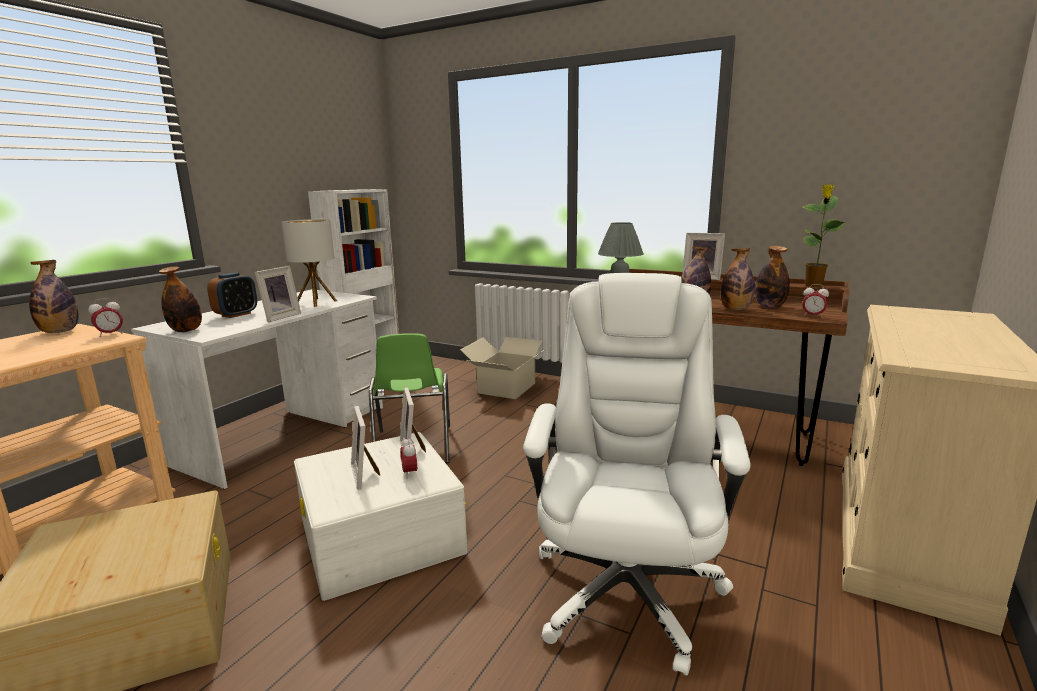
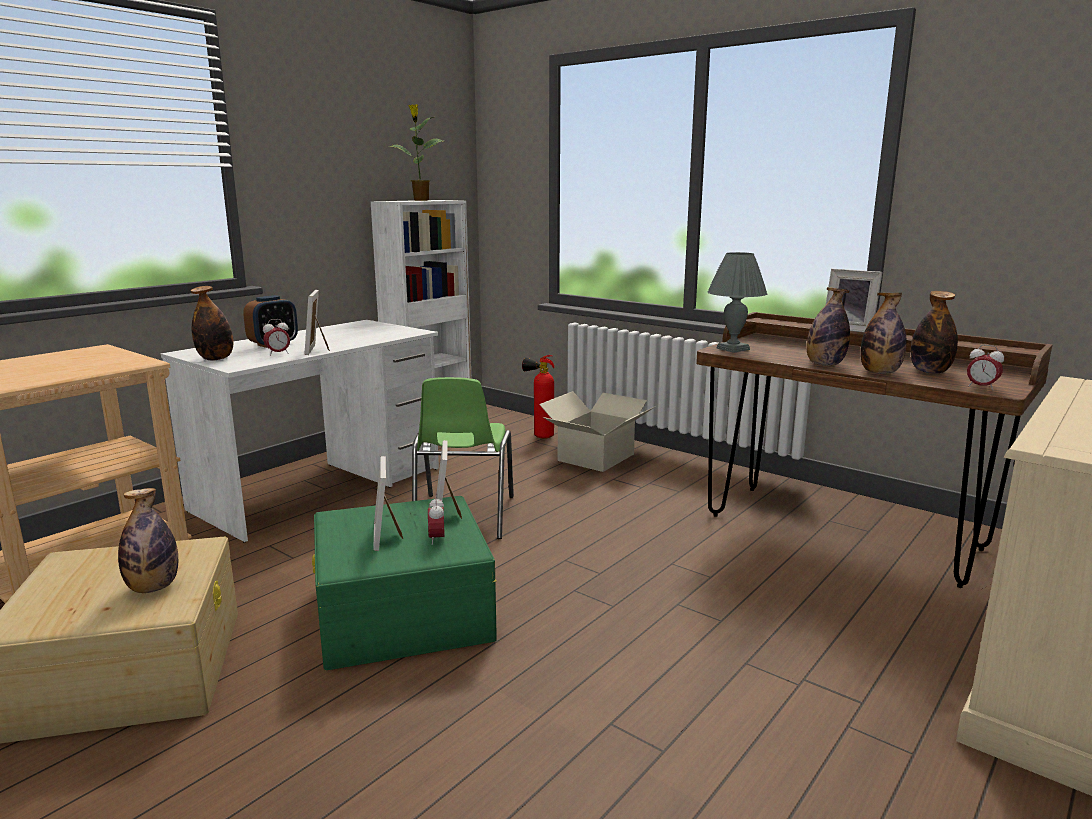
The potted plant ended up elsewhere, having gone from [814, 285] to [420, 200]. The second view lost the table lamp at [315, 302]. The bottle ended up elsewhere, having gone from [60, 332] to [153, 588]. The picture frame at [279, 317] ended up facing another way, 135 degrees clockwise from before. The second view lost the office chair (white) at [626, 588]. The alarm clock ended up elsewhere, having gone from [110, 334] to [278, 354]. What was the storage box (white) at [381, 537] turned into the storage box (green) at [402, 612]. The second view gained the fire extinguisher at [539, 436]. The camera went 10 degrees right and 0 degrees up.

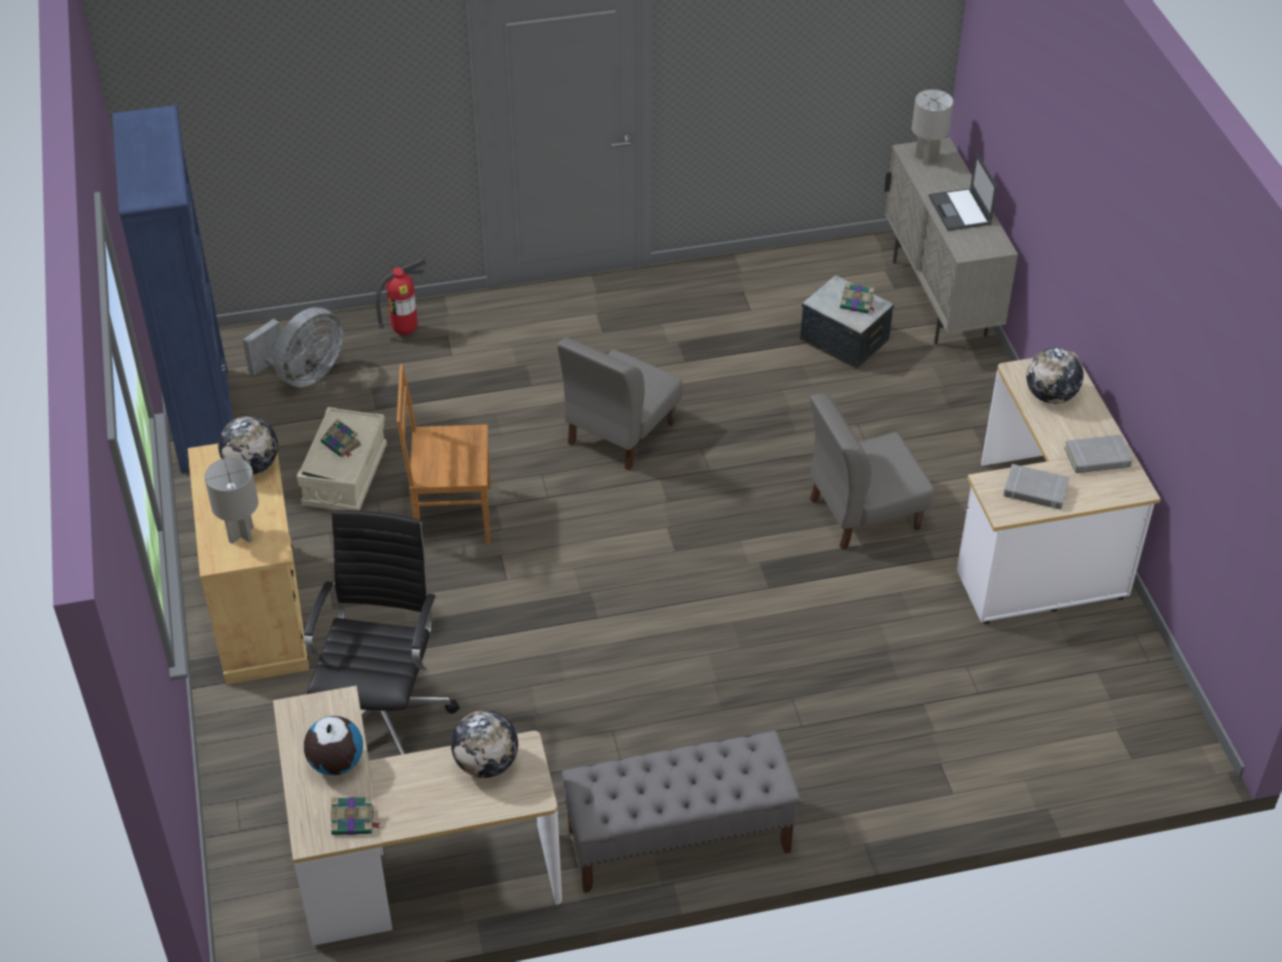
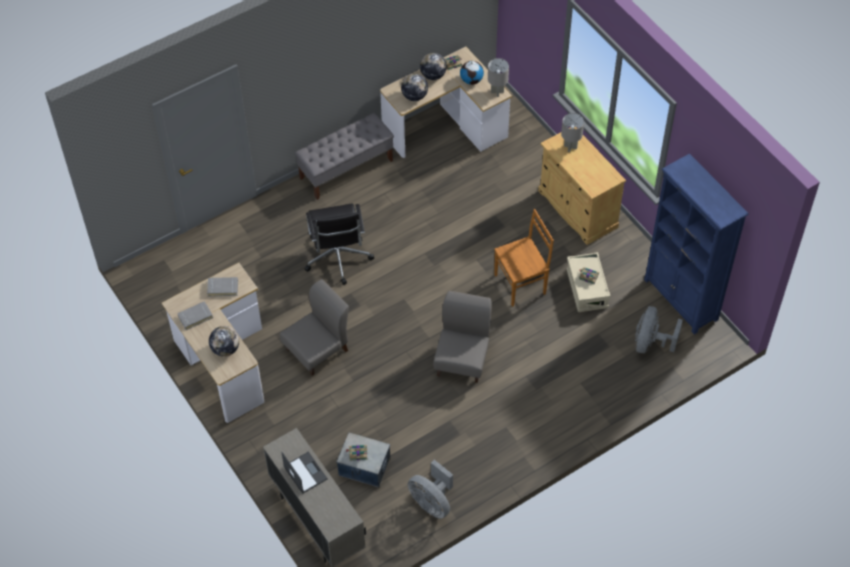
The table lamp (grey) ended up elsewhere, having gone from [927, 158] to [497, 92]. The second view lost the fire extinguisher at [405, 331]. The globe ended up elsewhere, having gone from [252, 466] to [433, 75]. The office chair (black) ended up elsewhere, having gone from [383, 715] to [338, 258]. The second view gained the fan (grey) at [432, 502]. The camera went 160 degrees right and 10 degrees up.

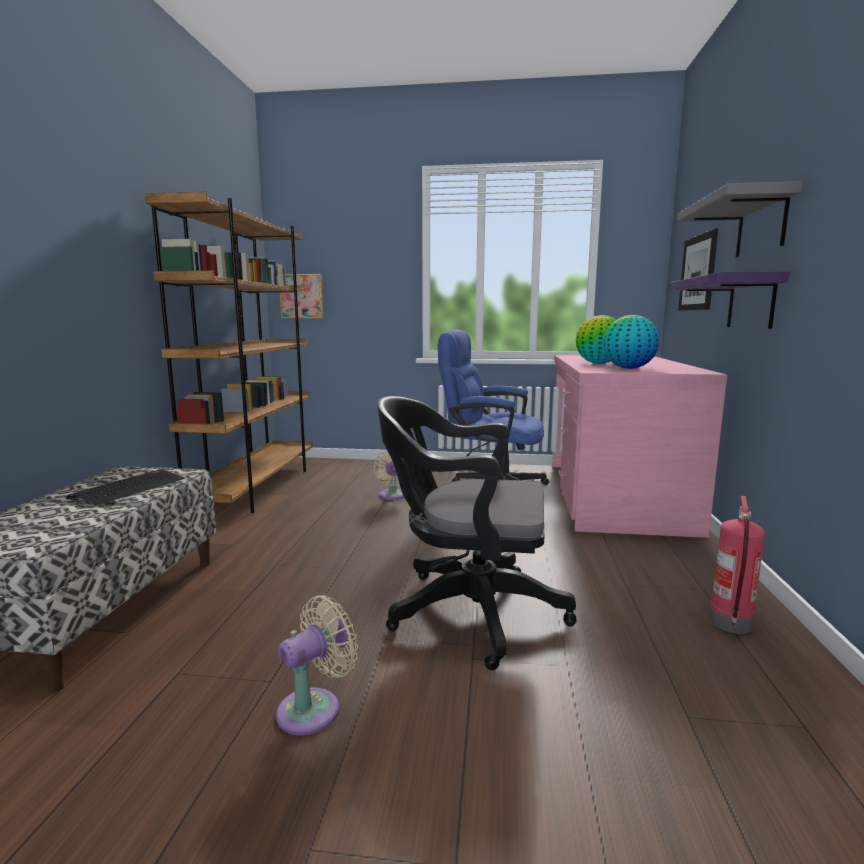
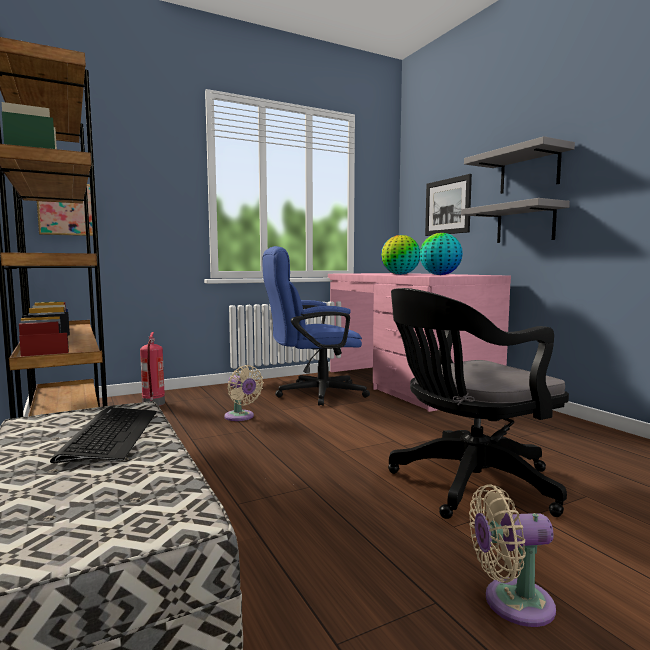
What was the shelf (purple) at [751, 302] turned into the shelf (grey) at [525, 224]. The fire extinguisher ended up elsewhere, having gone from [731, 624] to [154, 404]. The fan (beige) at [314, 708] ended up facing another way, 105 degrees counterclockwise from before. The camera went 35 degrees left and 5 degrees down.

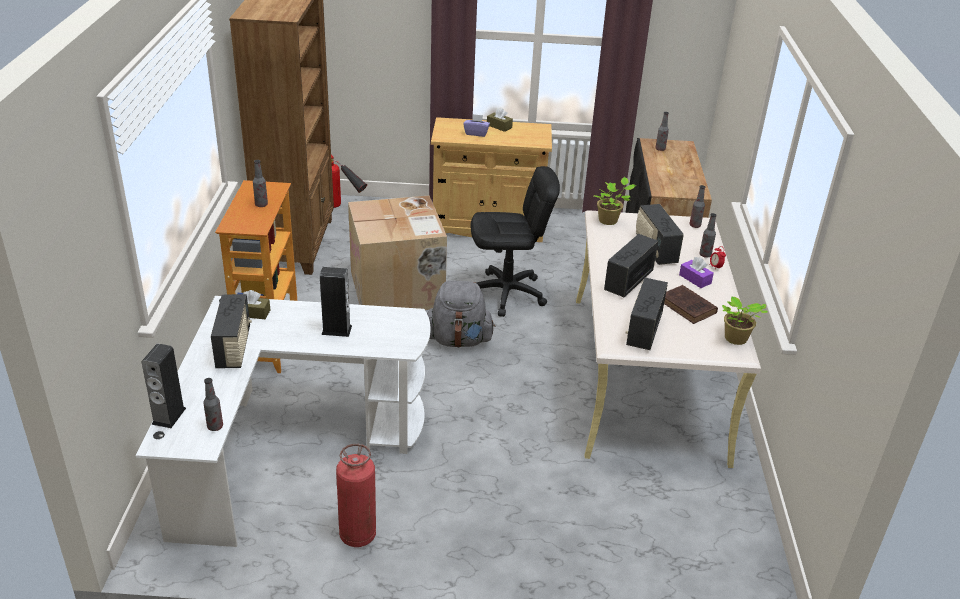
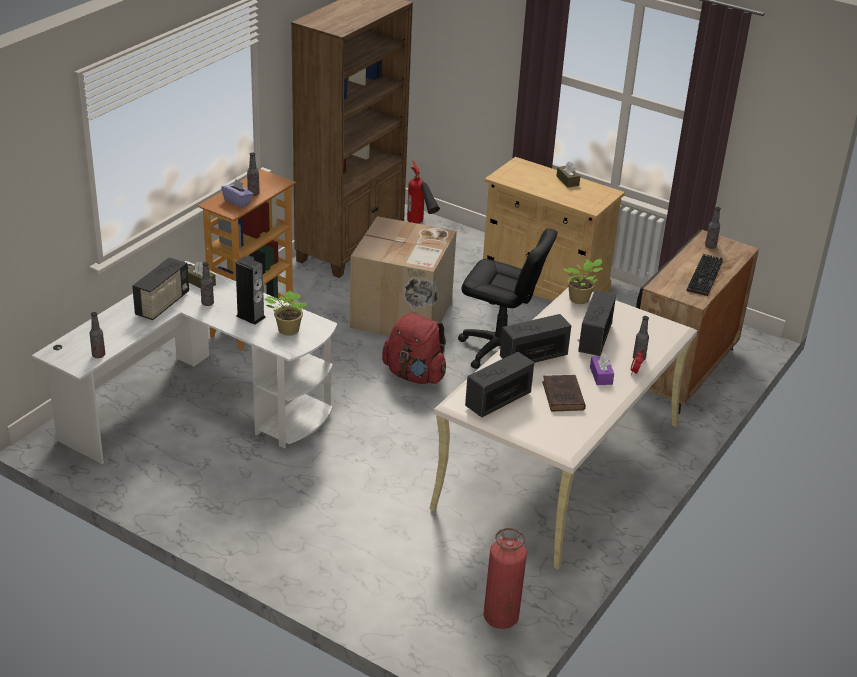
The tissue box (purple) ended up elsewhere, having gone from [476, 133] to [238, 201]. The bottle ended up elsewhere, having gone from [695, 225] to [207, 303]. What was the backpack (grey) at [458, 340] turned into the backpack (red) at [414, 375]. The potted plant ended up elsewhere, having gone from [735, 339] to [287, 331]. The second view lost the speaker at [169, 416]. The fire extinguisher ended up elsewhere, having gone from [357, 535] to [500, 617]. The second view gained the keyboard at [705, 277]. The camera went 30 degrees right and 0 degrees up.

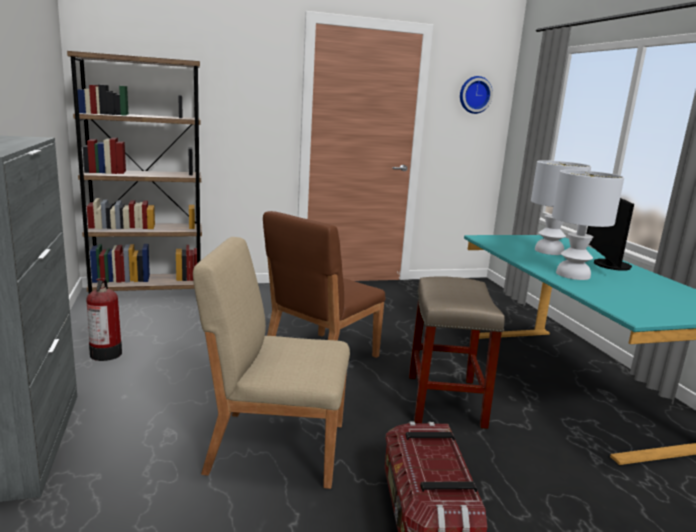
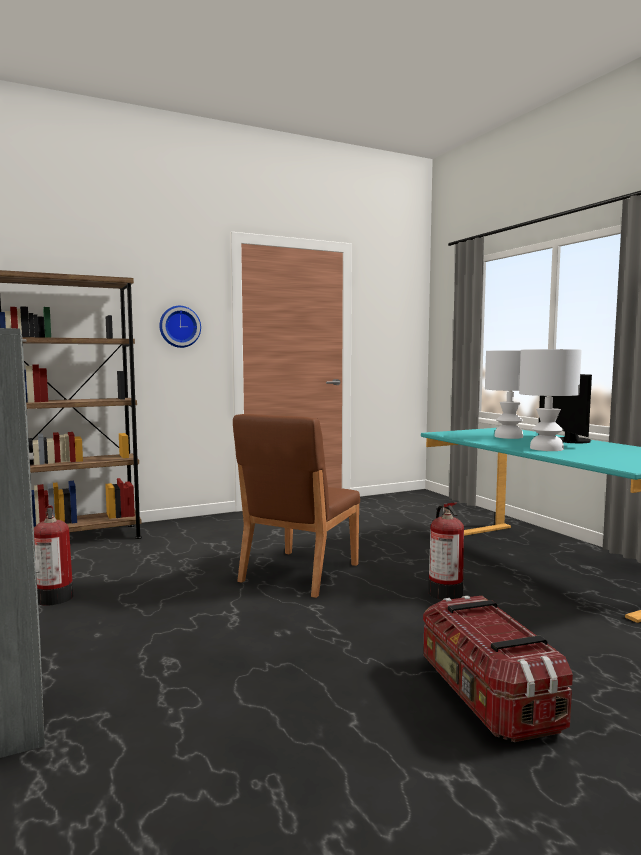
The wall clock ended up elsewhere, having gone from [474, 95] to [179, 326]. The second view lost the chair (beige) at [275, 446]. Where the stool (beige) stood at [444, 399], the fire extinguisher came to stand at [444, 592]. The camera went 10 degrees left and 10 degrees down.

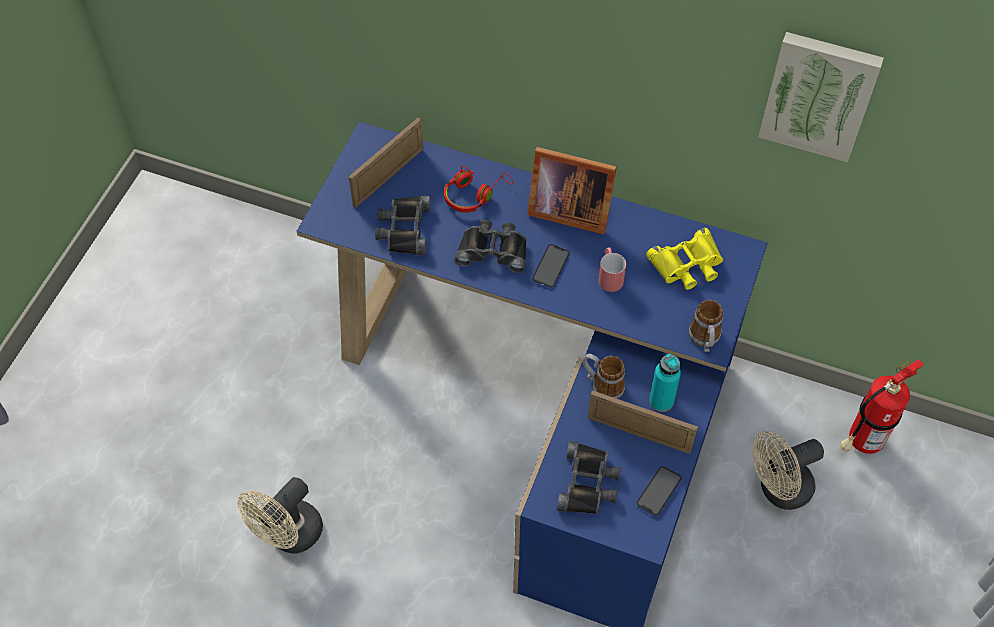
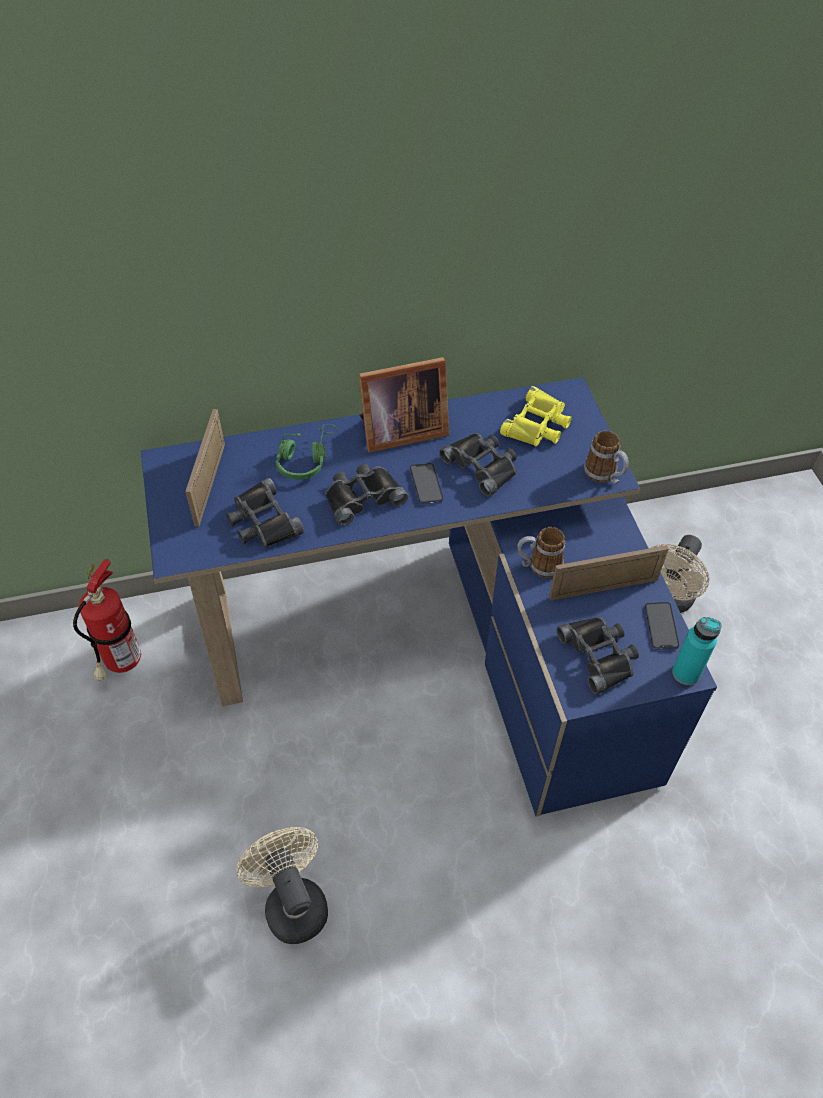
The second view lost the picture at [819, 94]. What was the headphones (red) at [474, 194] turned into the headphones (green) at [306, 459]. Where the mug (red) stood at [609, 276], the binoculars (black) came to stand at [482, 466]. The bottle (turquoise) ended up elsewhere, having gone from [661, 401] to [686, 673]. The fire extinguisher ended up elsewhere, having gone from [861, 443] to [121, 664]. The fan (beige) at [289, 536] ended up facing another way, 150 degrees clockwise from before. The camera went 35 degrees left and 5 degrees down.

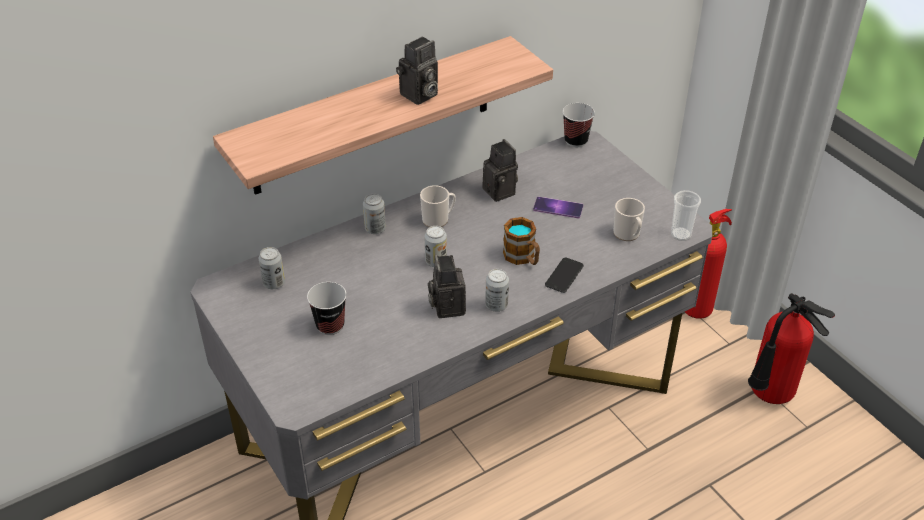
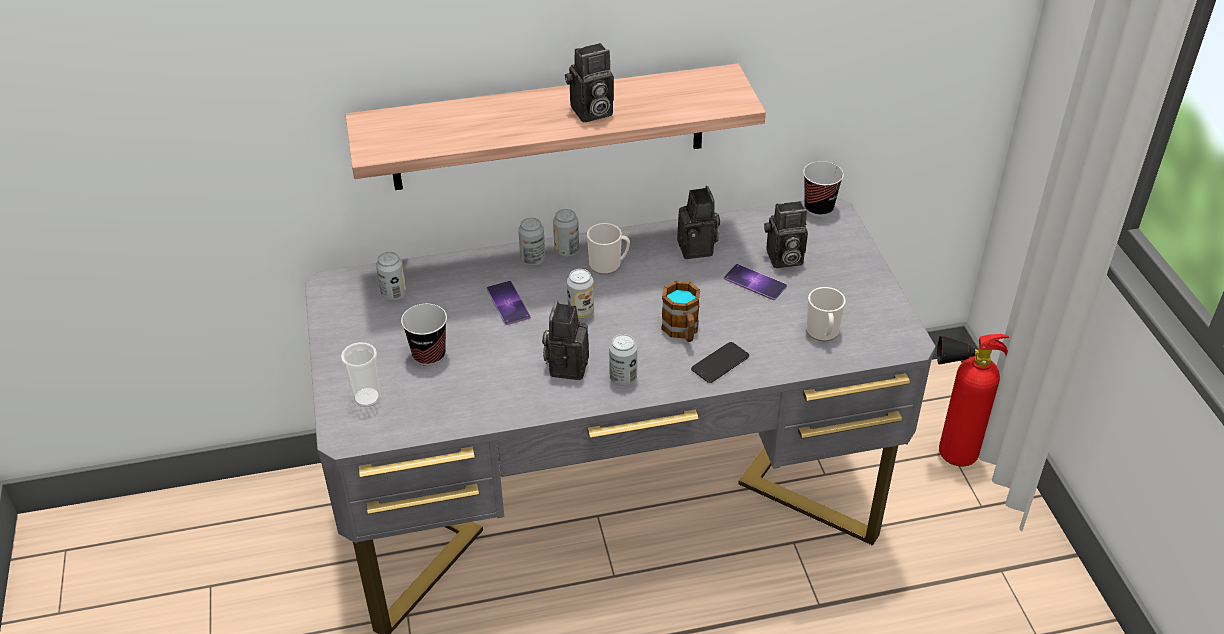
The cup ended up elsewhere, having gone from [681, 234] to [367, 398]. The second view lost the fire extinguisher at [769, 397]. The second view gained the photo camera at [783, 259]. The second view gained the can at [566, 251]. The second view gained the phone at [508, 303]. The camera went 20 degrees right and 0 degrees up.

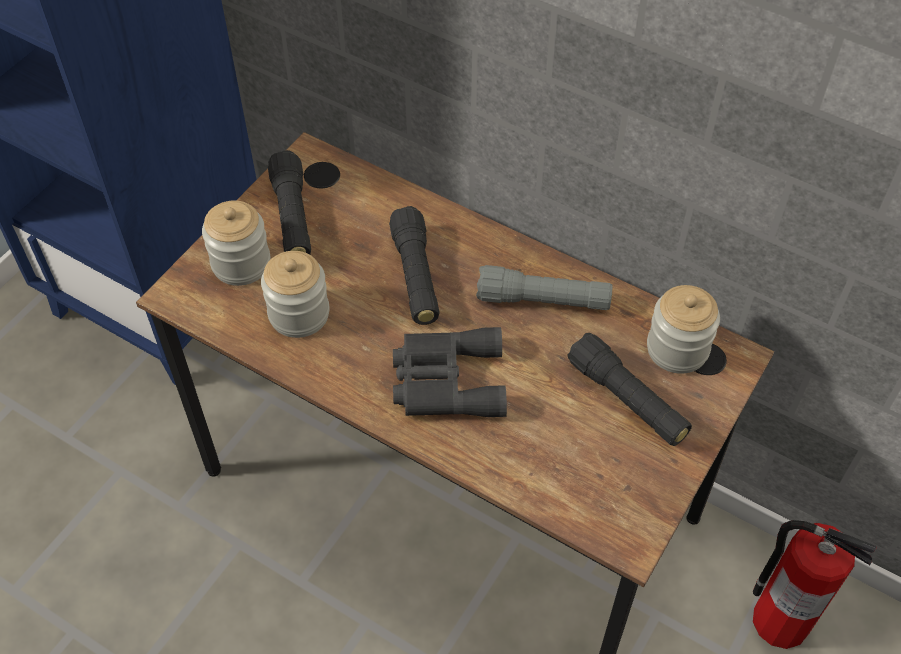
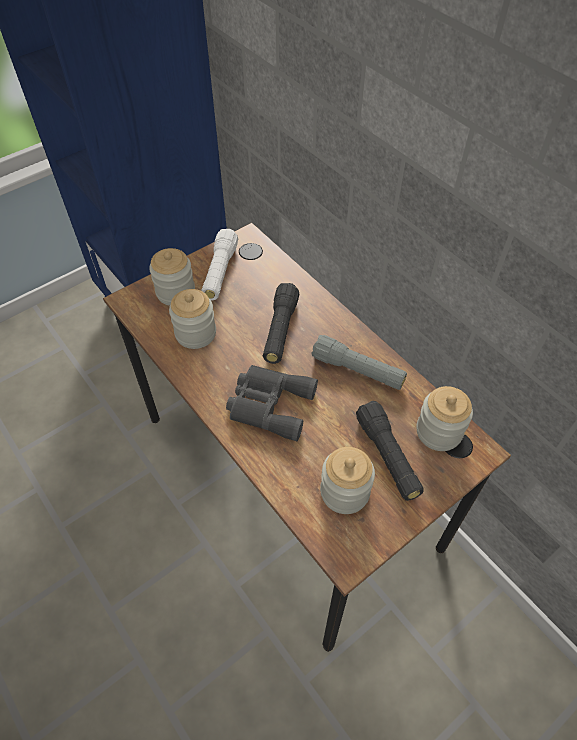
What was the flashlight (black) at [292, 217] turned into the flashlight (white) at [220, 272]. The second view lost the fire extinguisher at [779, 620]. The second view gained the jar at [344, 492]. The camera went 20 degrees right and 0 degrees up.

